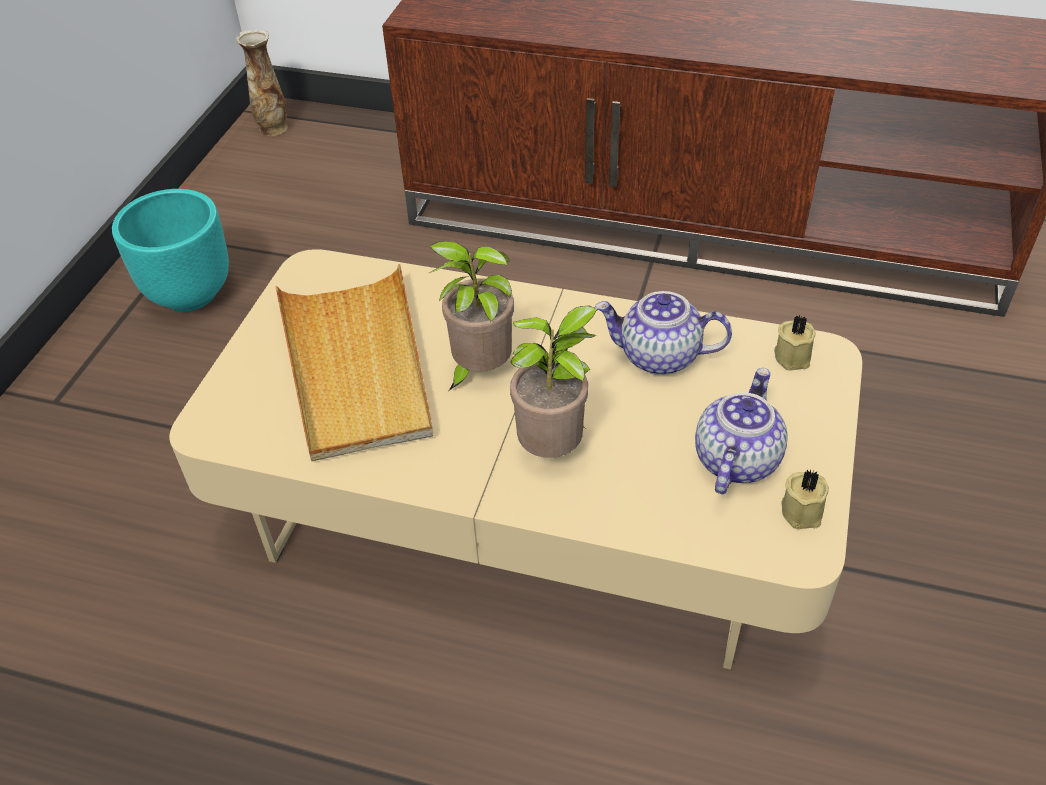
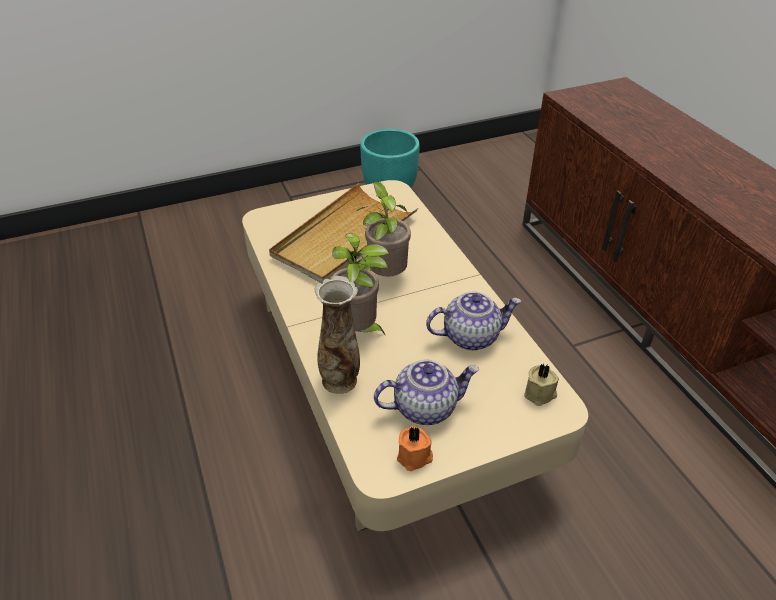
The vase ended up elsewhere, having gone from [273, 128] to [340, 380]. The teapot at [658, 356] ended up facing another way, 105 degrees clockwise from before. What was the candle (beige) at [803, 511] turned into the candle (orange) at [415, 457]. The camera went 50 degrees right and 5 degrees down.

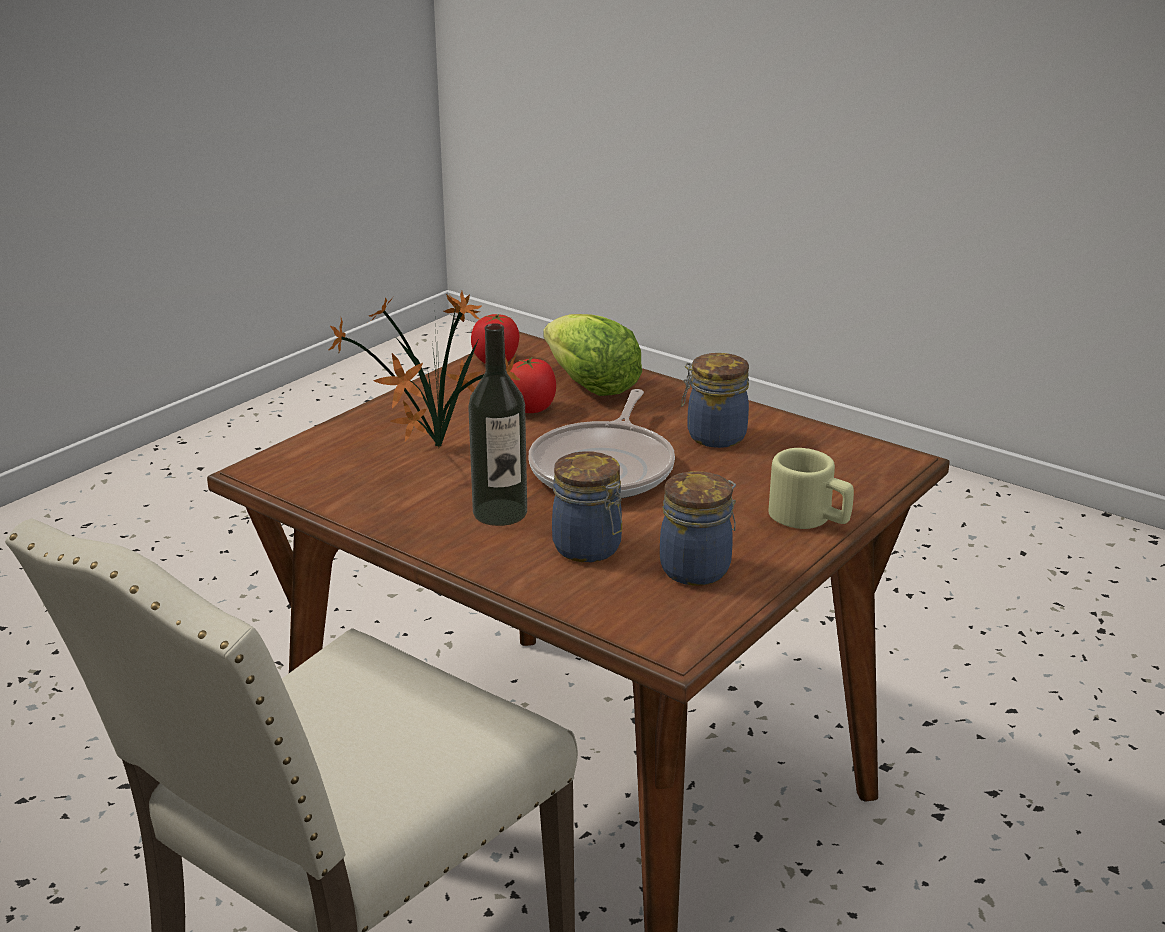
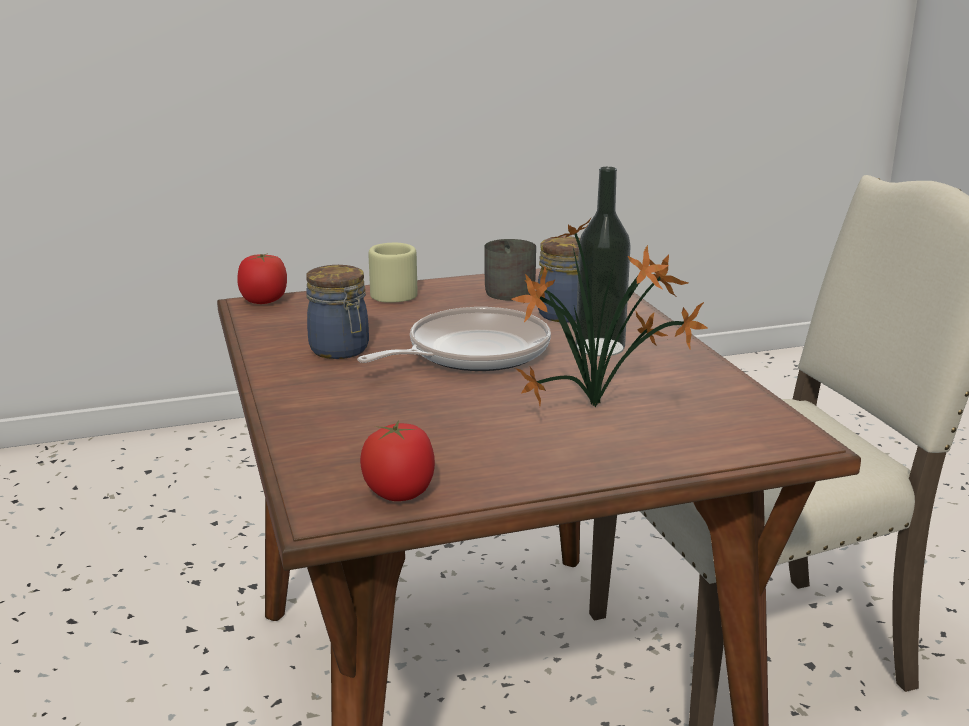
The second view lost the lettuce at [591, 386]. The tomato ended up elsewhere, having gone from [531, 409] to [264, 301]. Where the jar stood at [698, 568], the mug (grey) came to stand at [510, 290]. The camera went 145 degrees left and 5 degrees down.

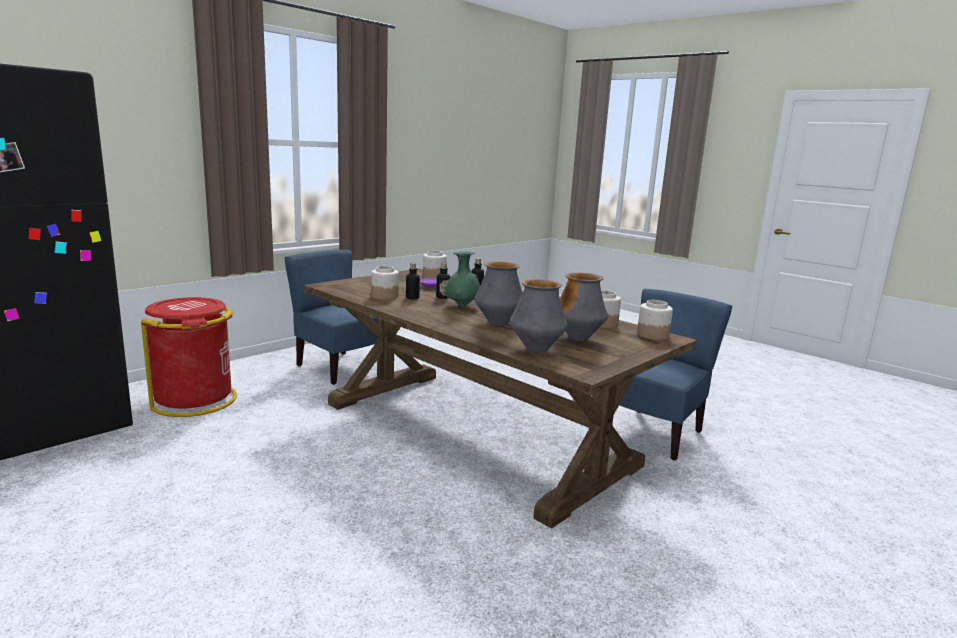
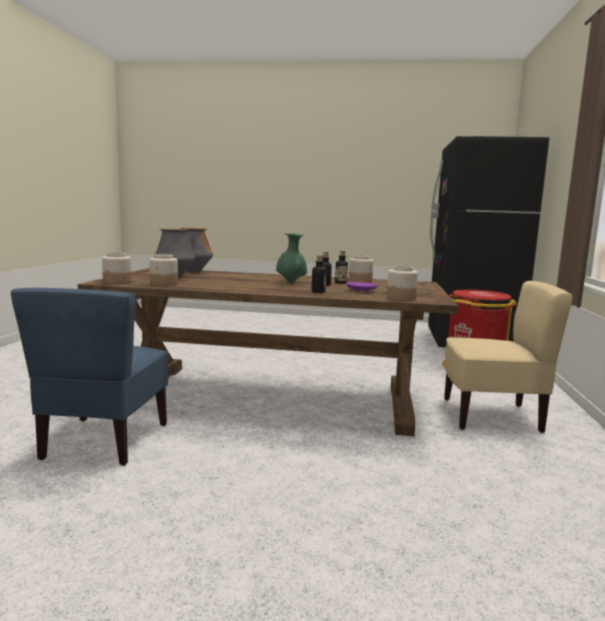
What was the chair (blue) at [340, 367] turned into the chair (beige) at [491, 416]. The second view lost the vase at [498, 323]. The camera went 145 degrees right and 5 degrees down.

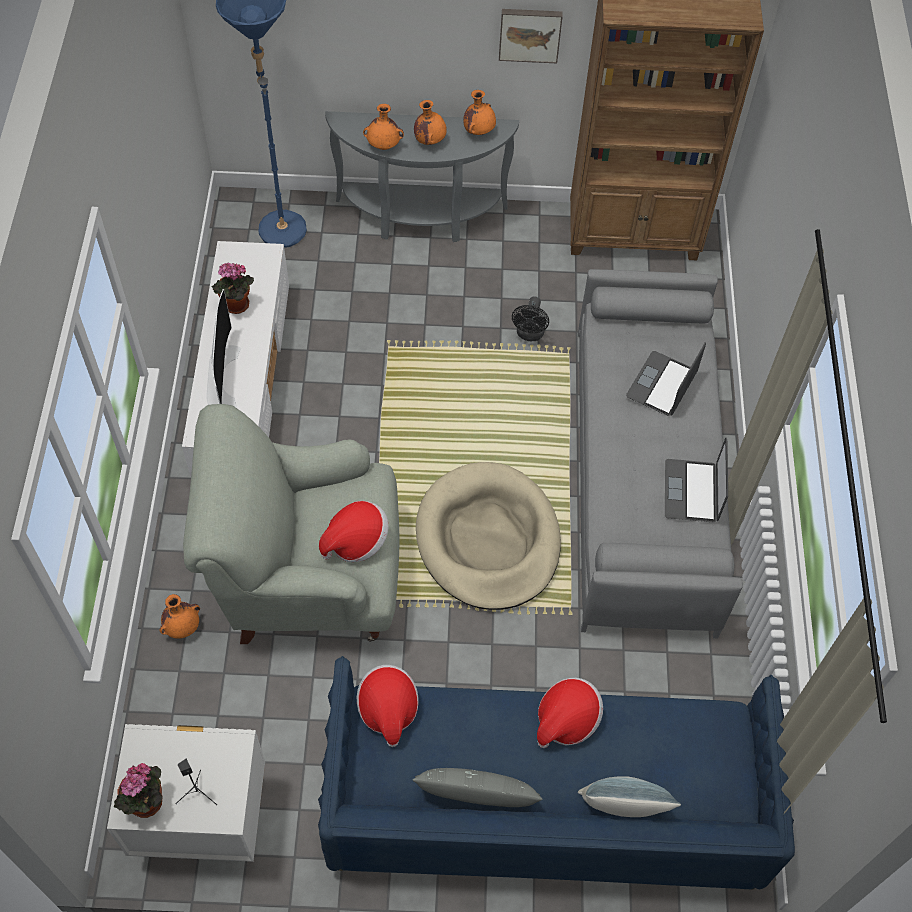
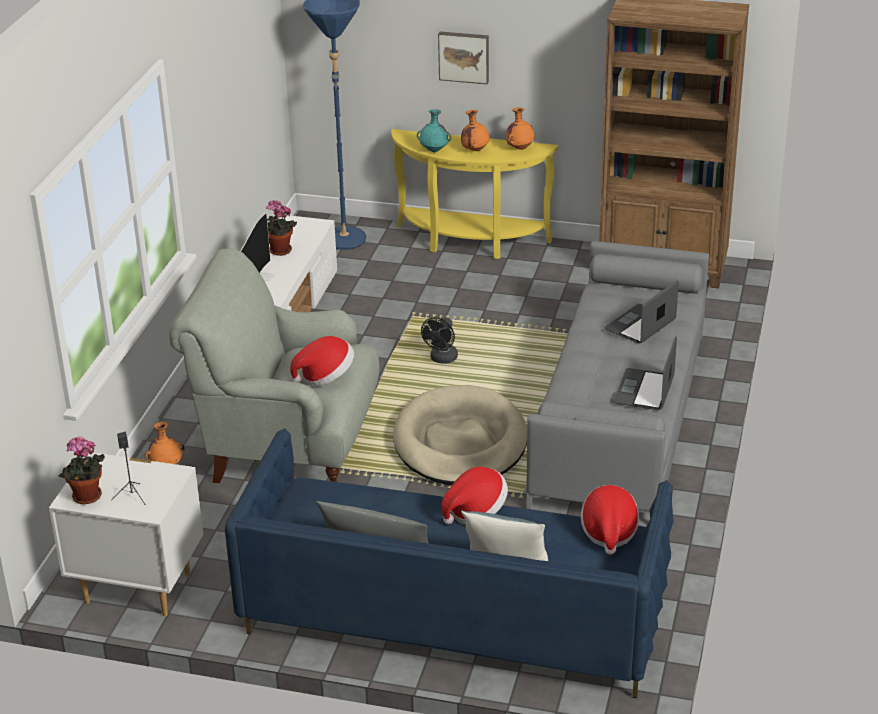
The picture ended up elsewhere, having gone from [530, 34] to [464, 56]. What was the vase (orange) at [384, 146] turned into the vase (turquoise) at [434, 150]. What was the console table (grey) at [420, 219] turned into the console table (yellow) at [469, 243]. The fan (black) ended up elsewhere, having gone from [529, 334] to [442, 359]. The hat ended up elsewhere, having gone from [388, 709] to [609, 532]. The camera went 15 degrees right and 25 degrees down.

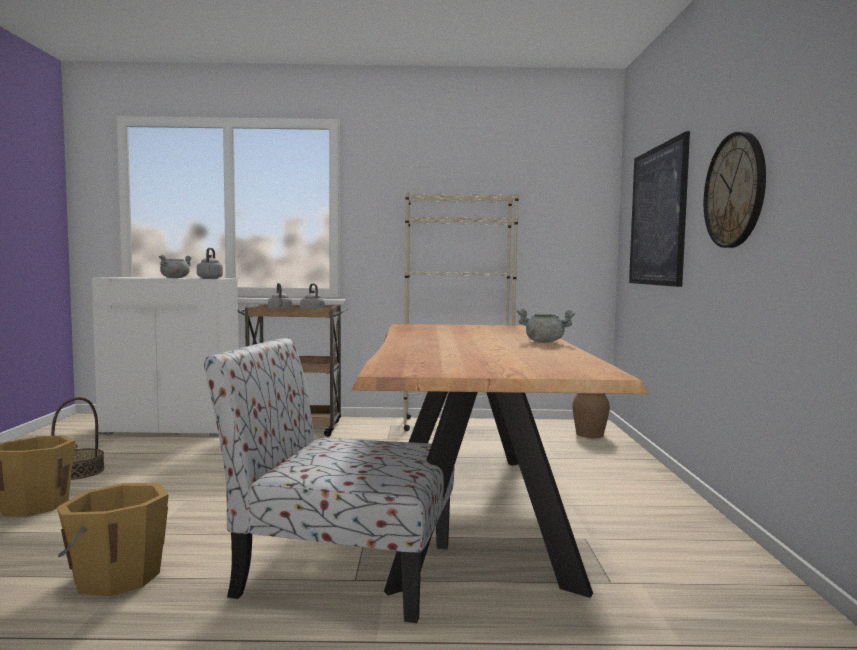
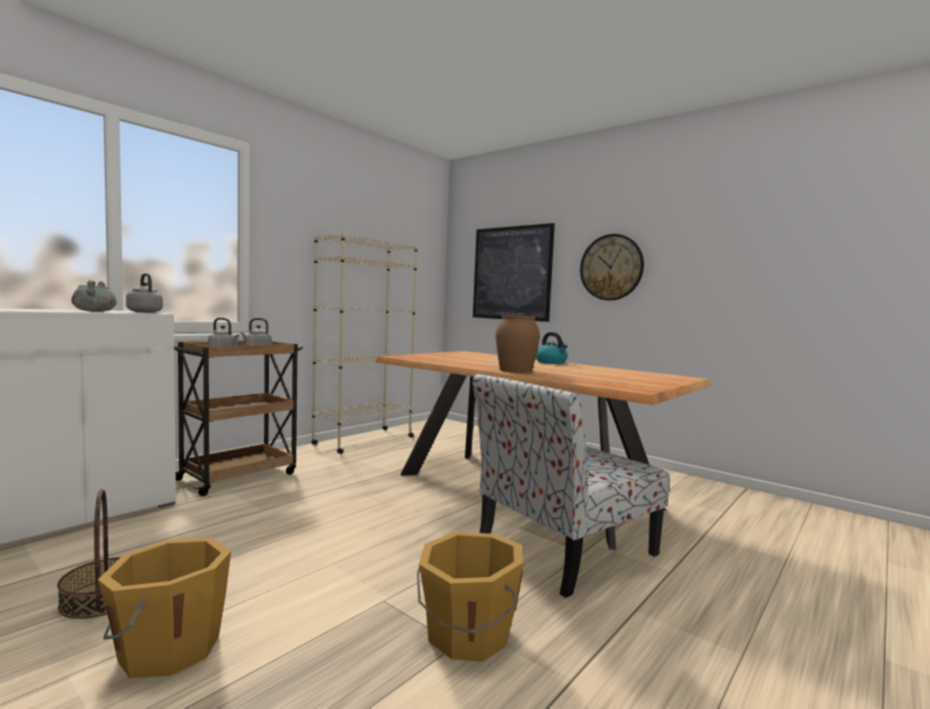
Where the cooking pot (grey) stood at [544, 342], the kettle came to stand at [551, 362]. The vase (brown) ended up elsewhere, having gone from [589, 434] to [515, 370]. The camera went 50 degrees left and 0 degrees up.

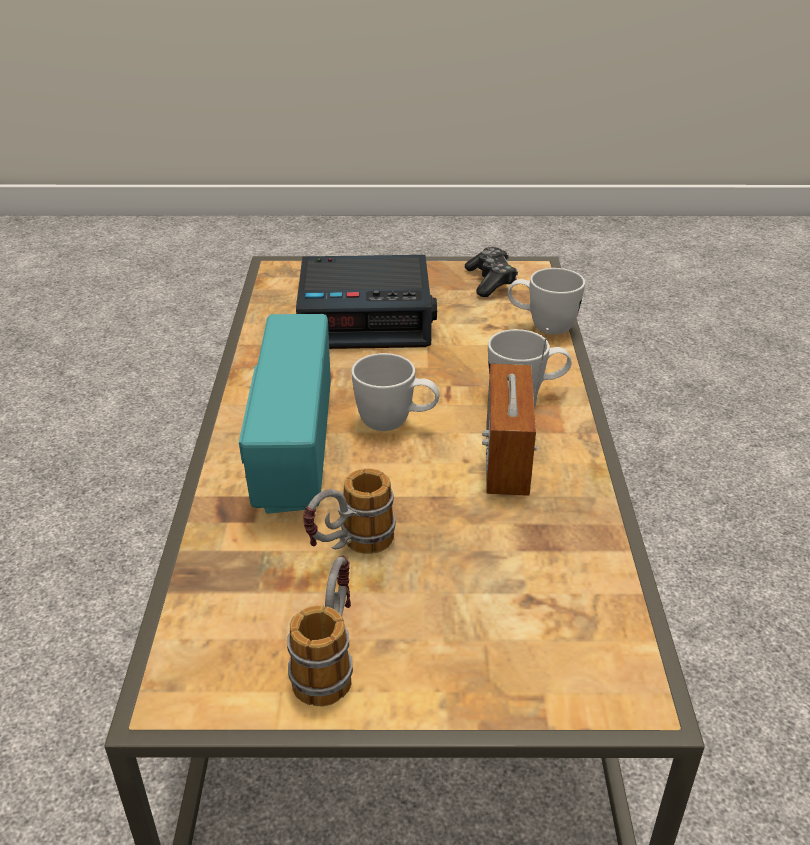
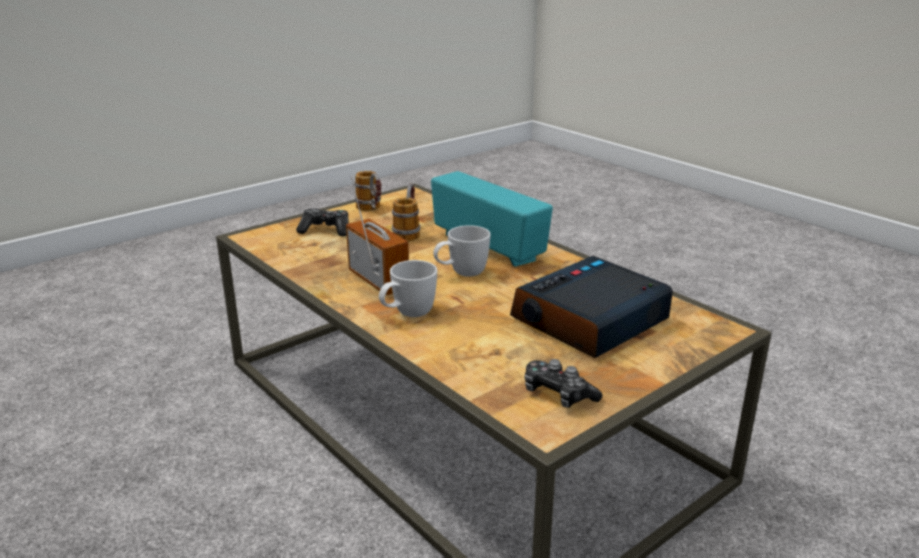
The second view lost the mug (white) at [542, 326]. The second view gained the game controller at [326, 230]. The camera went 140 degrees right and 10 degrees down.

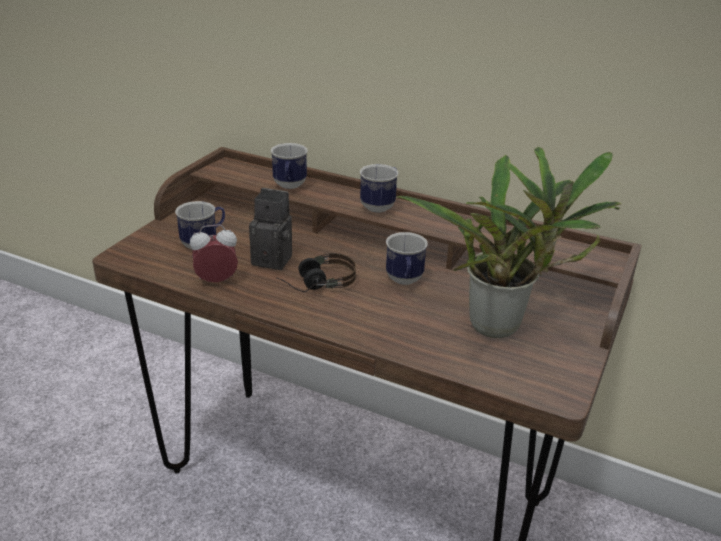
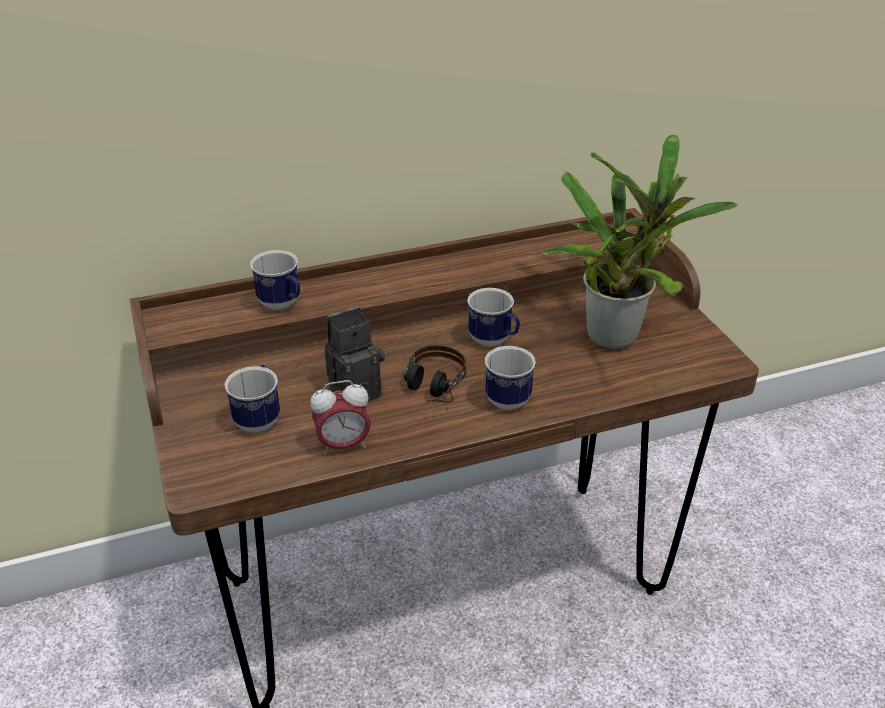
The mug ended up elsewhere, having gone from [380, 205] to [506, 396]. The alarm clock at [216, 281] ended up facing another way, 135 degrees counterclockwise from before. The camera went 45 degrees left and 5 degrees up.

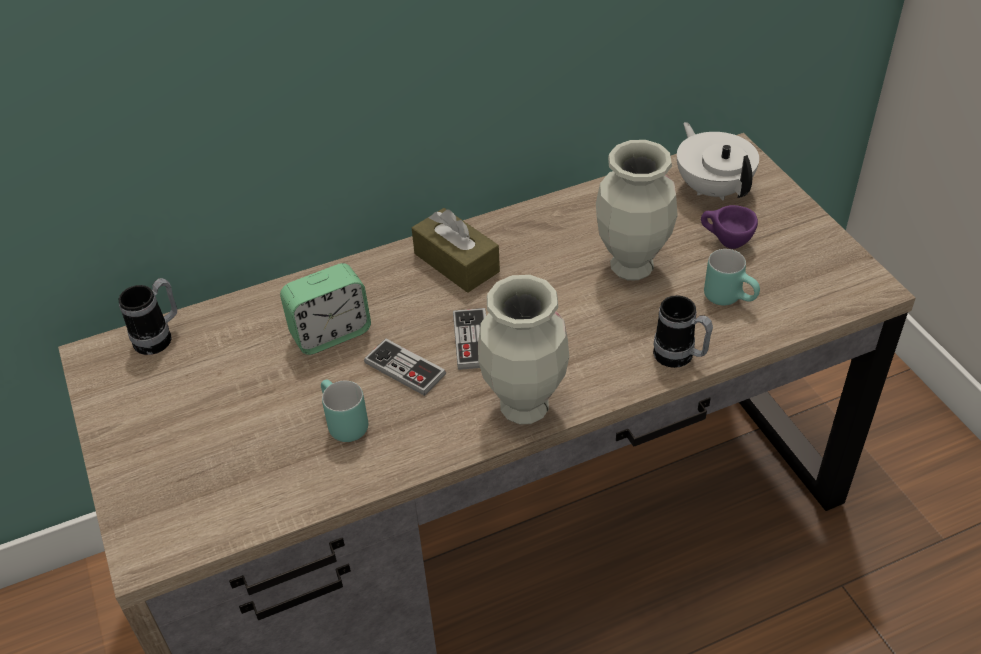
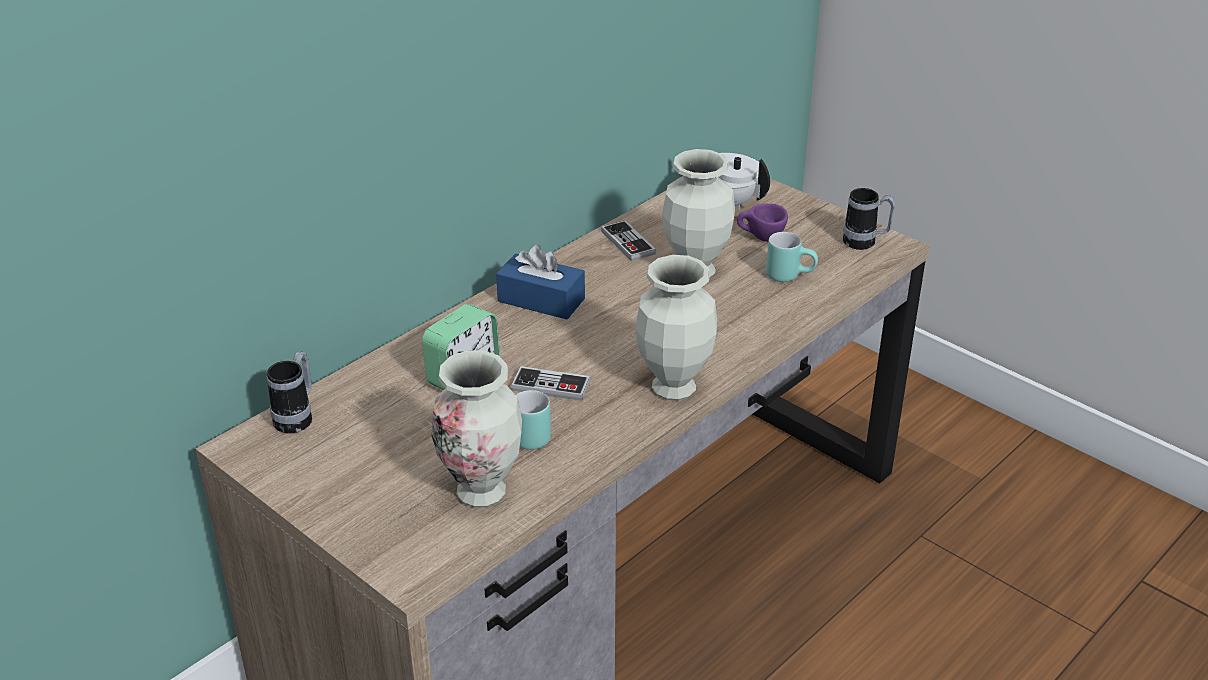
What was the tissue box (brown) at [456, 263] turned into the tissue box (blue) at [541, 300]. The mug ended up elsewhere, having gone from [679, 358] to [865, 243]. The game controller ended up elsewhere, having gone from [472, 340] to [628, 243]. The second view gained the vase at [482, 492]. The camera went 25 degrees left and 10 degrees down.

